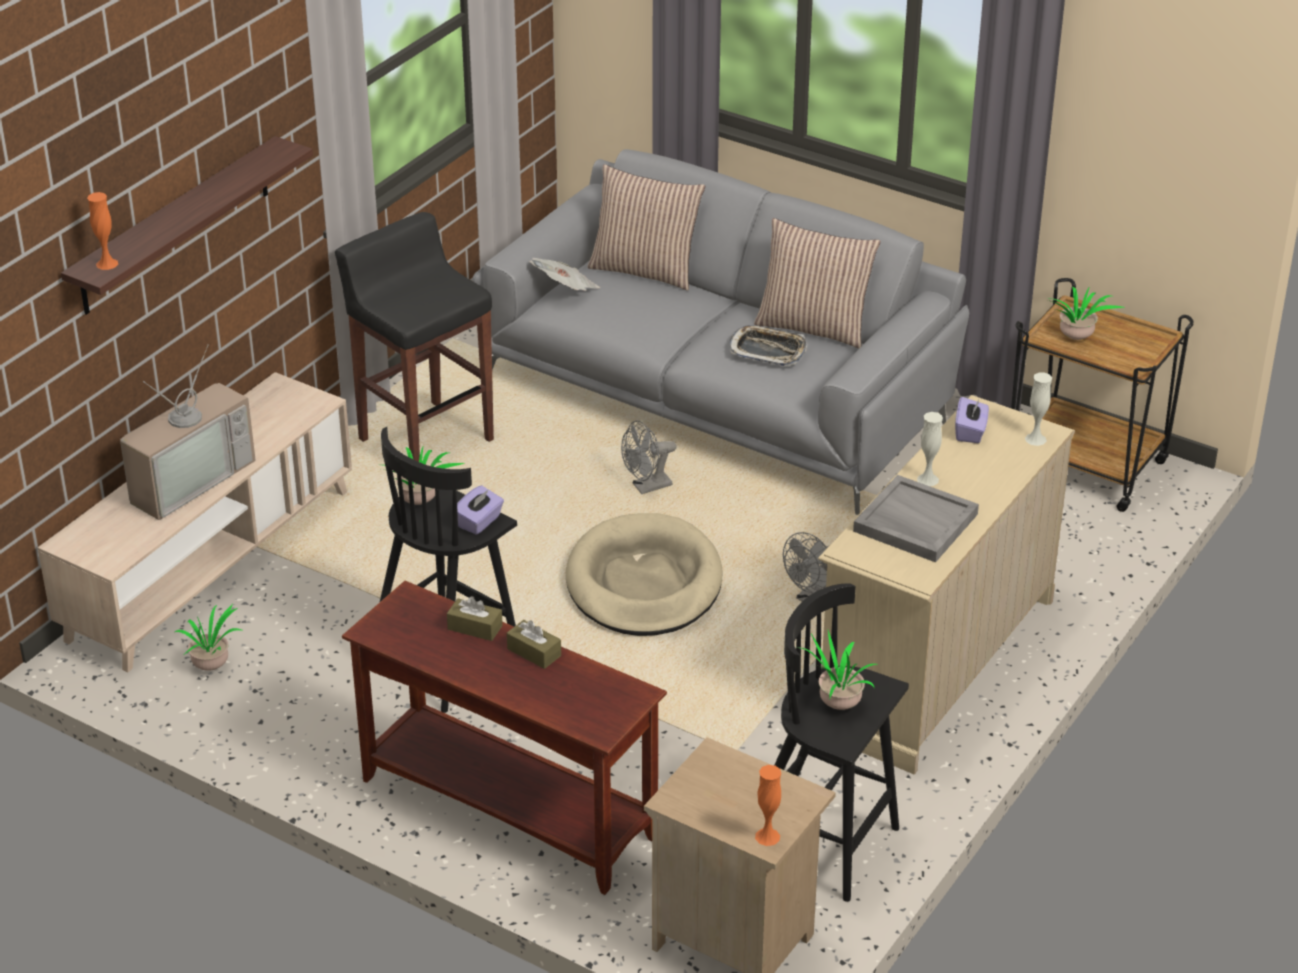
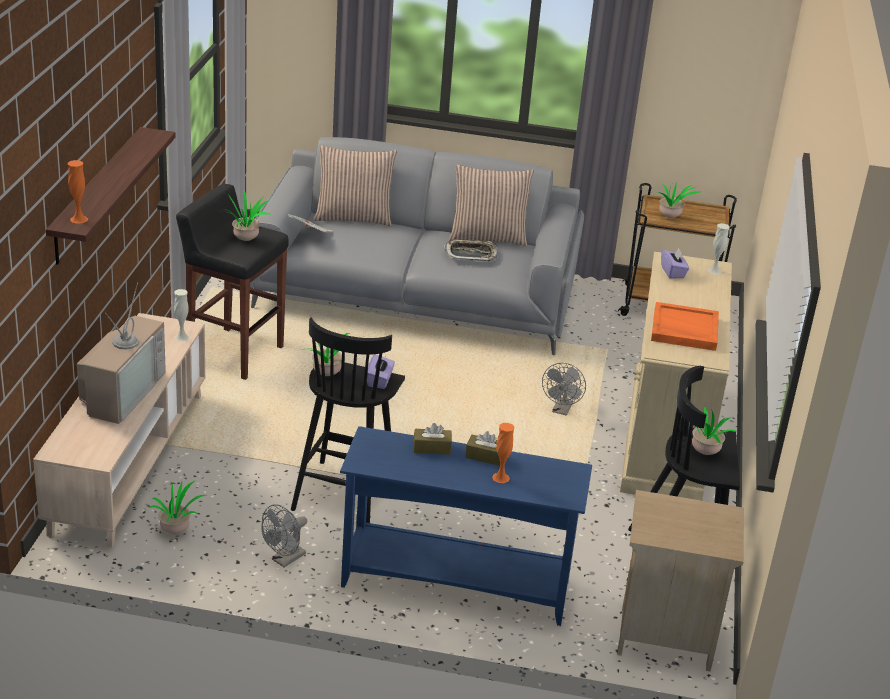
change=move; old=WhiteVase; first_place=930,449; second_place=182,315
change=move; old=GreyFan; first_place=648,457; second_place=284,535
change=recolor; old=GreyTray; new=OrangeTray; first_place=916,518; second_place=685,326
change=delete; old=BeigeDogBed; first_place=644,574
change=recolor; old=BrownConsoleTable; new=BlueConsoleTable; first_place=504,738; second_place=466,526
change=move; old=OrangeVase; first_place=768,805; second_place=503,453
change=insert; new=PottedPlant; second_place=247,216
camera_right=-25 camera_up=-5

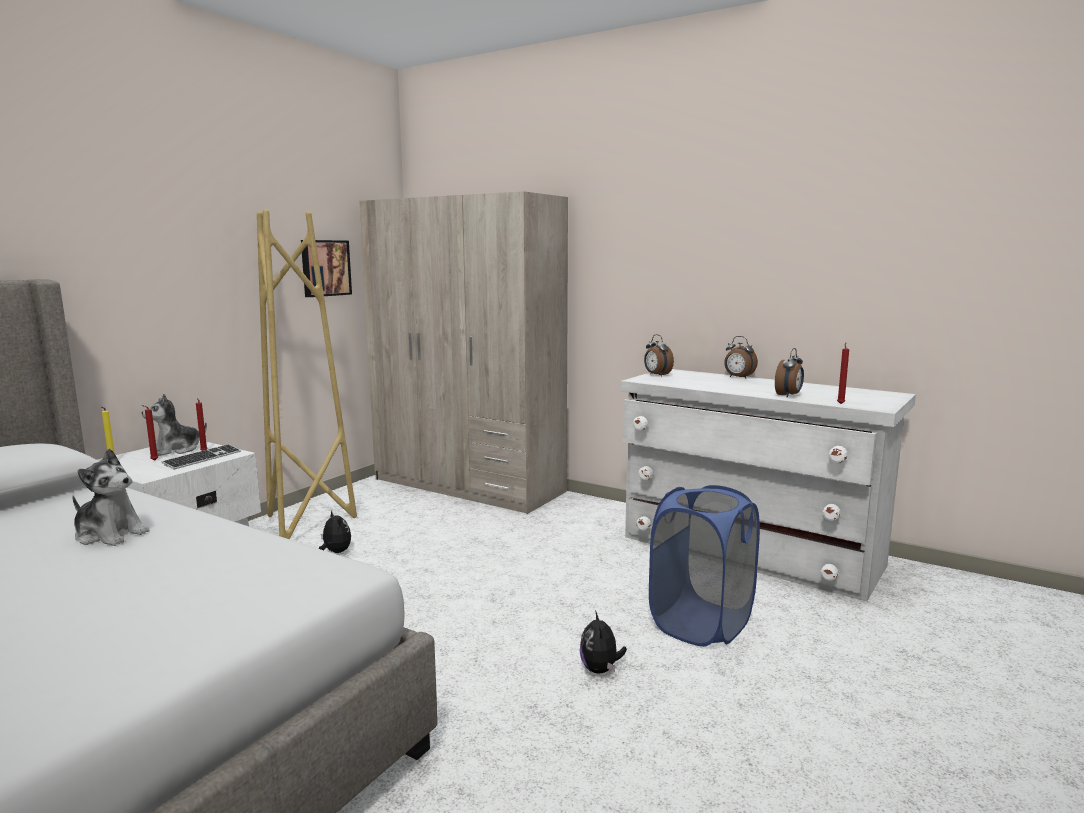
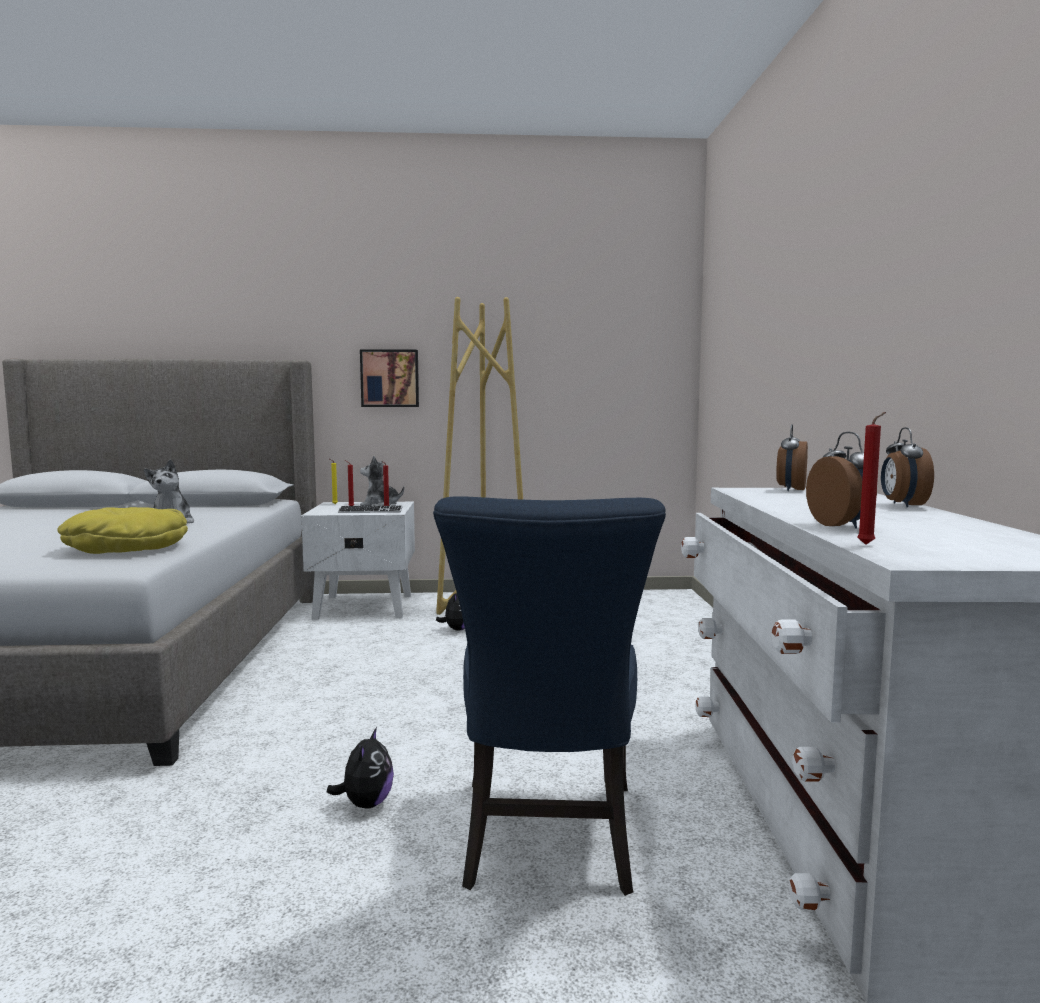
change=delete; old=BeigeWardrobe; first_place=463,352
change=move; old=Picture; first_place=326,268; second_place=389,378
change=rotate; old=AlarmClock; first_place=789,372; second_place=841,480; degrees=-105
change=replace; old=BlueLaundryBasket; new=BlueChair; first_place=704,566; second_place=549,696
change=rotate; old=PlushToy; first_place=603,642; second_place=360,768; degrees=135
change=insert; new=YellowPillow; second_place=122,530
camera_right=55 camera_up=-5

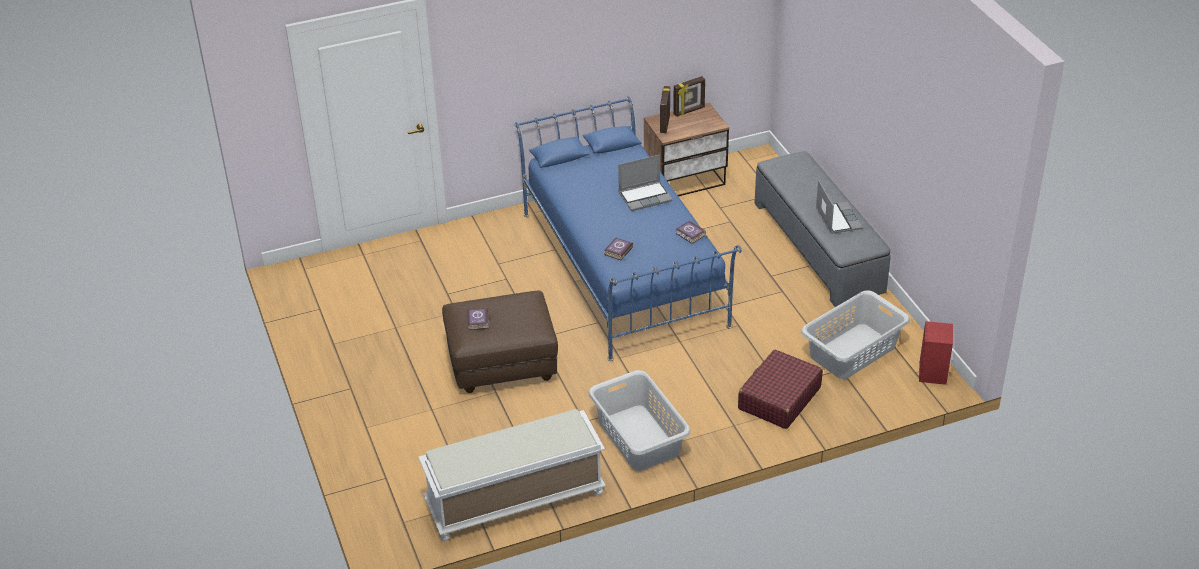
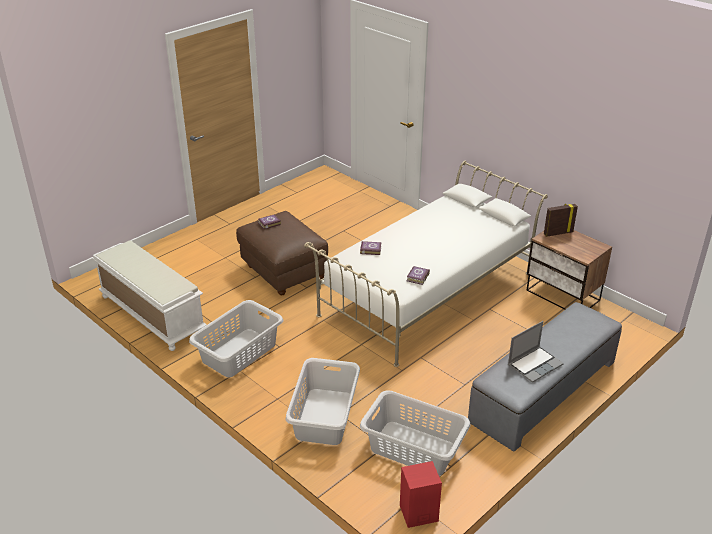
change=delete; old=PictureFrame; first_place=689,96
change=recolor; old=BlueBed; new=WhiteBed; first_place=628,228; second_place=426,264
change=delete; old=Laptop; first_place=645,182
change=replace; old=RedSuitcase; new=GreyLaundryBasket; first_place=780,389; second_place=323,401
camera_right=65 camera_up=-5

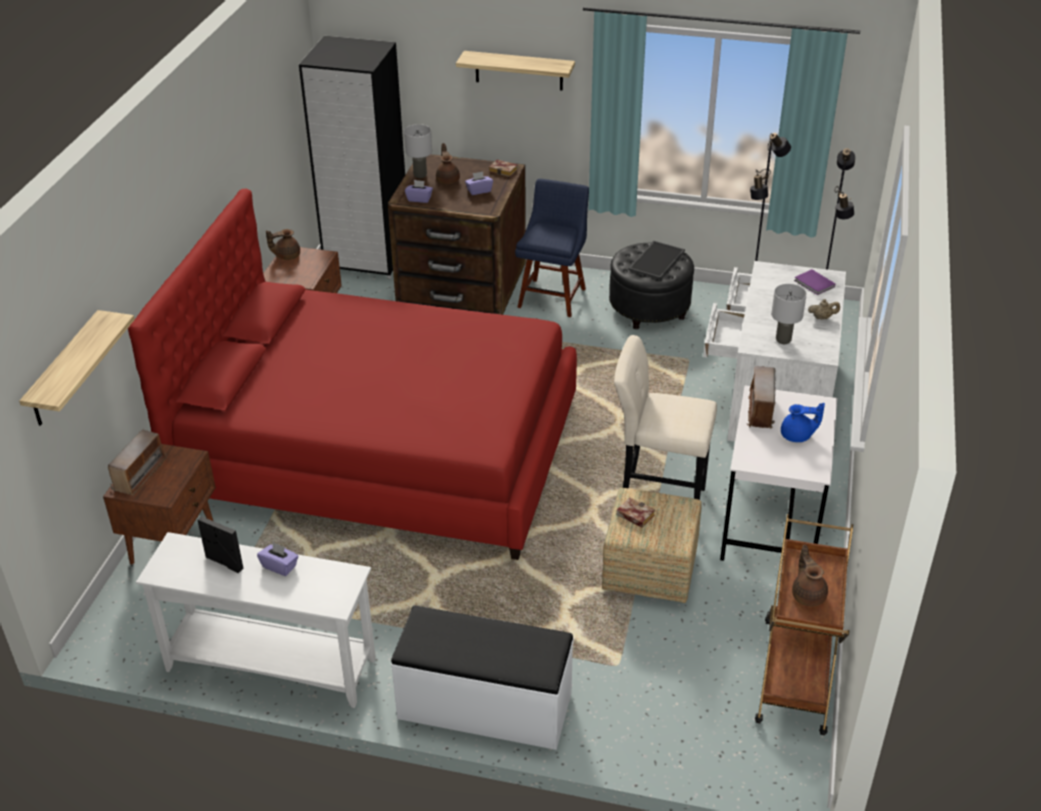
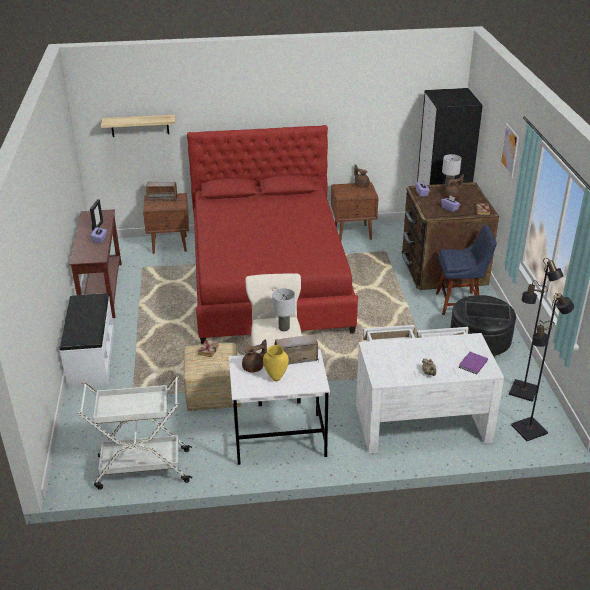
change=replace; old=Shelf; new=Picture; first_place=515,71; second_place=509,150
change=move; old=WhiteTableLamp; first_place=789,314; second_place=283,309
change=replace; old=BlueTeapot; new=YellowVase; first_place=803,422; second_place=276,363
change=recolor; old=BrownCart; new=WhiteCart; first_place=804,624; second_place=134,433
change=recolor; old=WhiteConsoleTable; new=BrownConsoleTable; first_place=256,620; second_place=95,263
change=move; old=BrownTeapot; first_place=810,575; second_place=254,356
camera_right=70 camera_up=-5

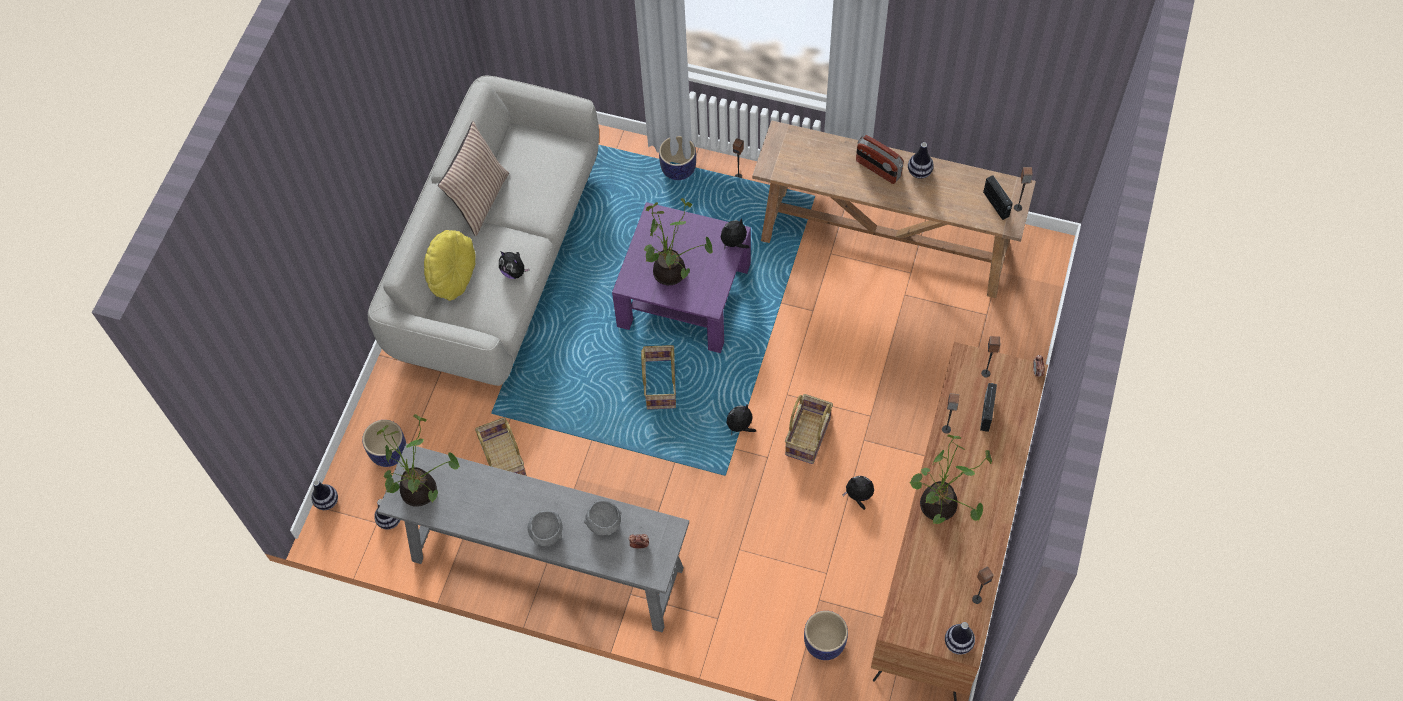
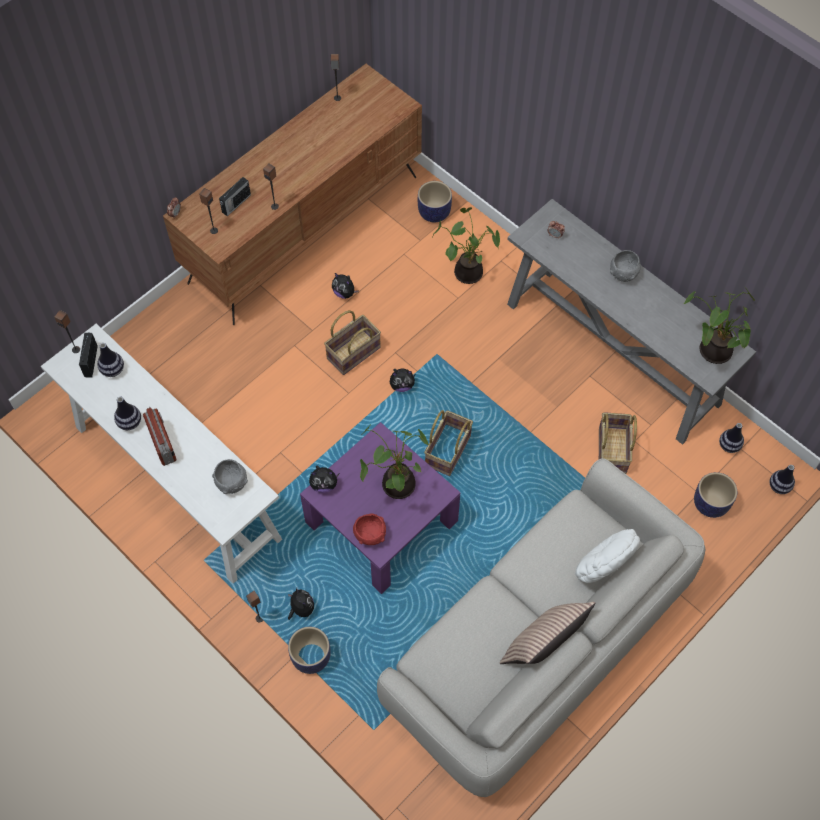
change=recolor; old=BrownConsoleTable; new=WhiteConsoleTable; first_place=894,209; second_place=161,454
change=recolor; old=YellowPillow; new=WhitePillow; first_place=450,265; second_place=607,556
change=move; old=PlushToy; first_place=514,265; second_place=301,604
change=move; old=PottedPlant; first_place=951,479; second_place=466,245
change=move; old=GreyBowl; first_place=602,518; second_place=230,476
change=move; old=Vase; first_place=960,638; second_place=110,360
change=insert; new=RedBowl; second_place=369,529
camera_right=-155 camera_up=0

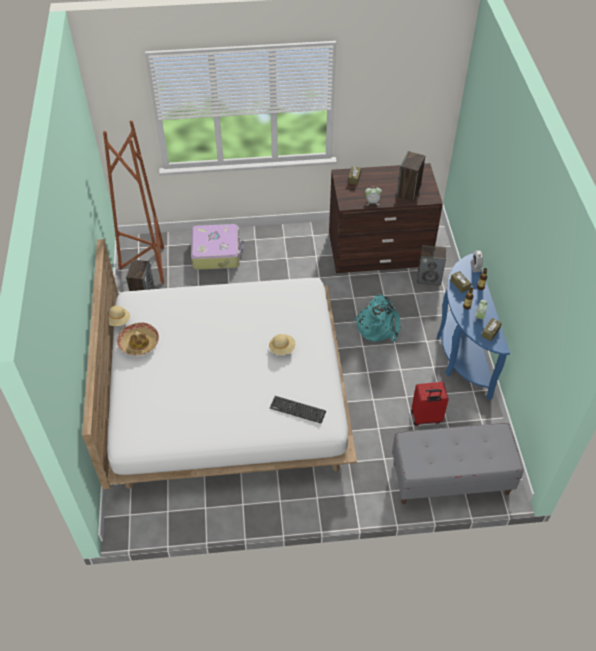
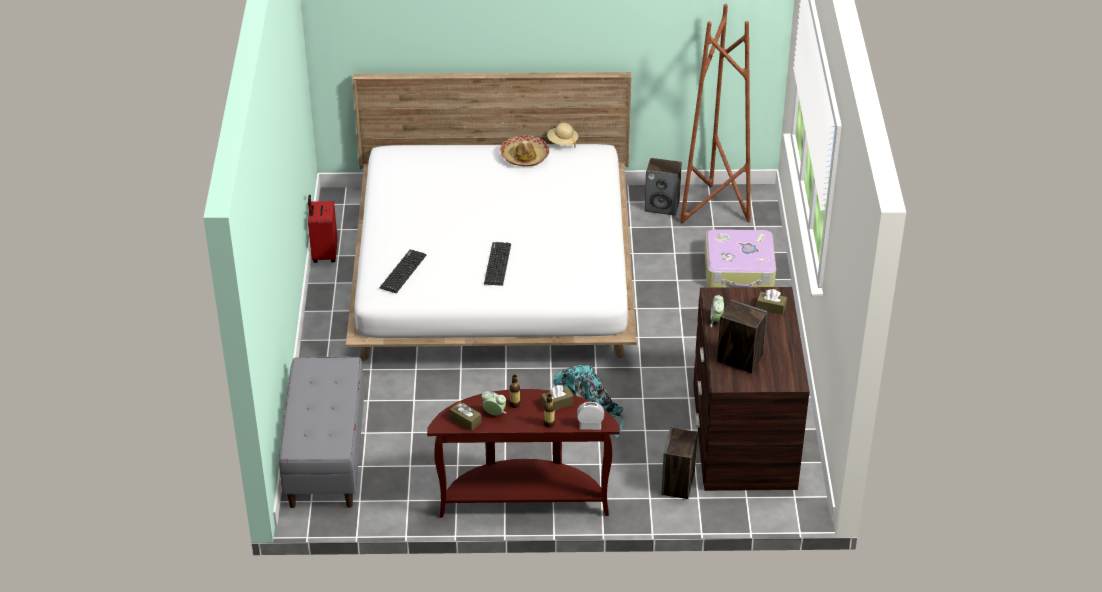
change=recolor; old=BlueConsoleTable; new=BrownConsoleTable; first_place=473,327; second_place=523,453
change=replace; old=BeigeHat; new=Keyboard; first_place=282,344; second_place=497,264
change=move; old=RedSuitcase; first_place=430,404; second_place=322,229
camera_right=95 camera_up=-10

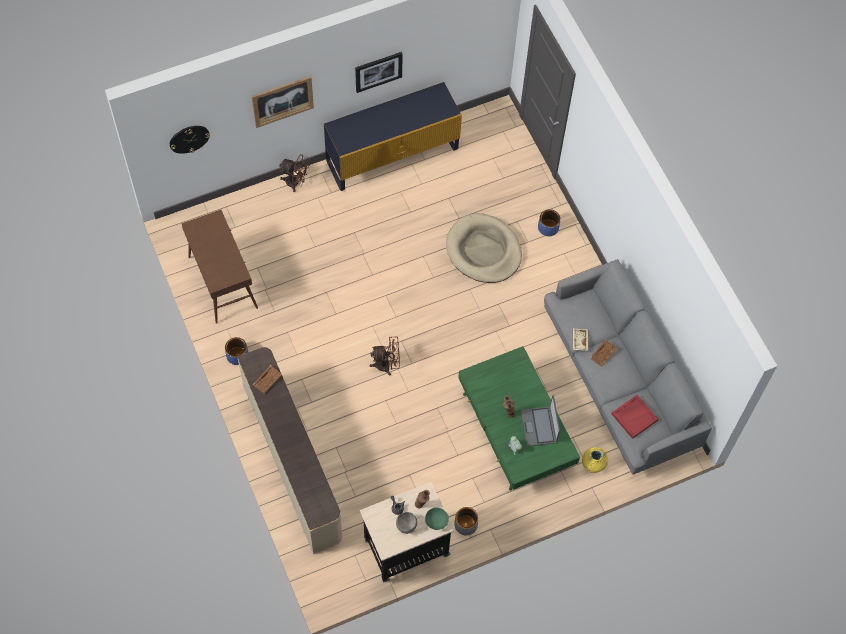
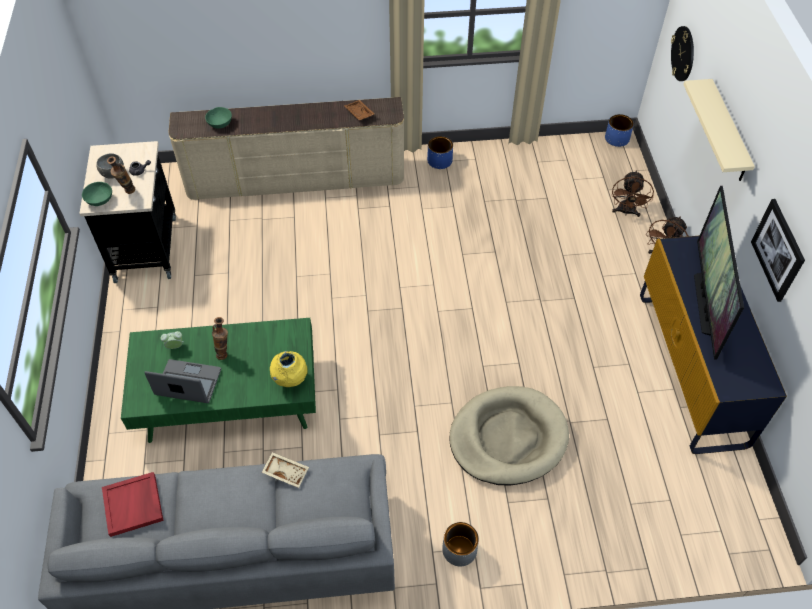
change=replace; old=Picture; new=BeigeShelf; first_place=282,102; second_place=719,130
change=move; old=BluePlanter; first_place=549,222; second_place=619,130
change=delete; old=BrownConsoleTable; first_place=219,267
change=move; old=BrownFan; first_place=385,356; second_place=633,193
change=delete; old=BrownTray; first_place=603,353
change=move; old=YellowVase; first_place=595,460; second_place=289,369
change=move; old=GreyPlanter; first_place=466,521; second_place=460,544
change=insert; new=GreenBowl; second_place=218,118
change=insert; new=Television; second_place=719,273
camera_right=110 camera_up=-10

